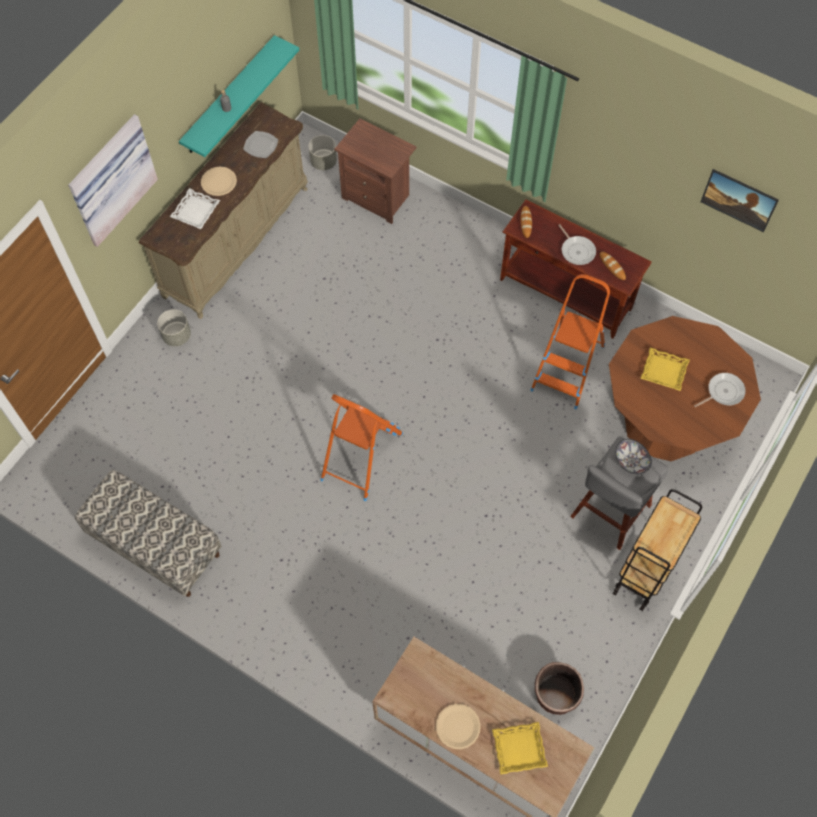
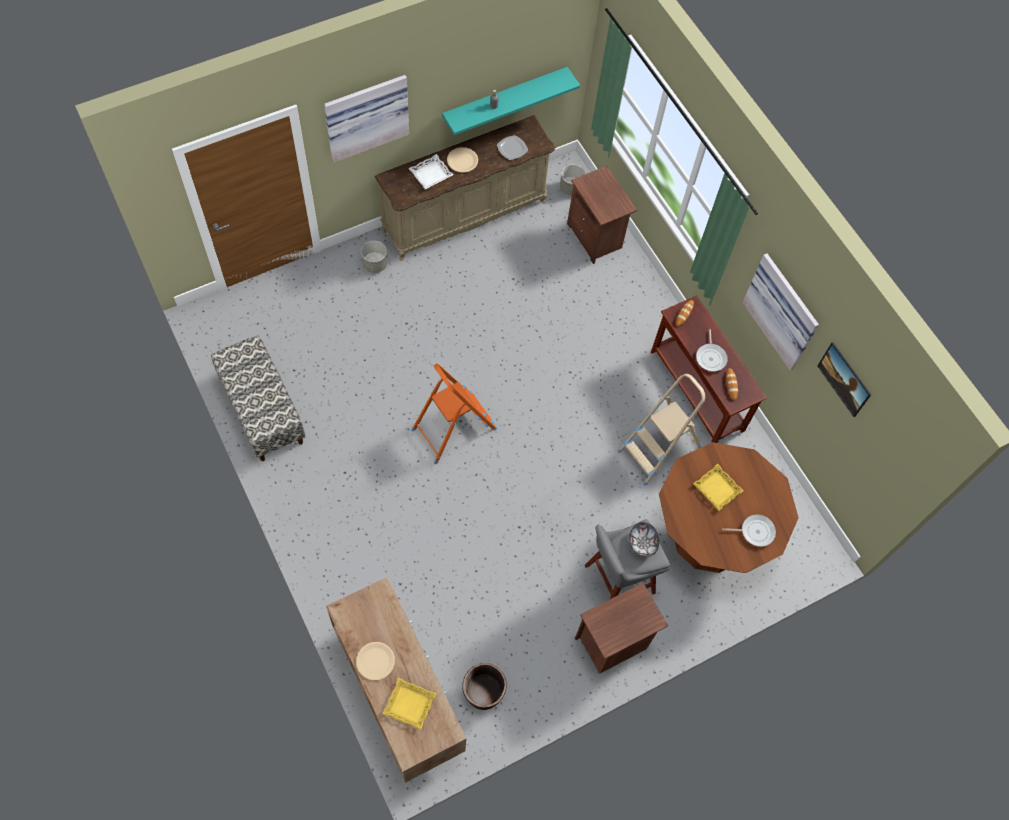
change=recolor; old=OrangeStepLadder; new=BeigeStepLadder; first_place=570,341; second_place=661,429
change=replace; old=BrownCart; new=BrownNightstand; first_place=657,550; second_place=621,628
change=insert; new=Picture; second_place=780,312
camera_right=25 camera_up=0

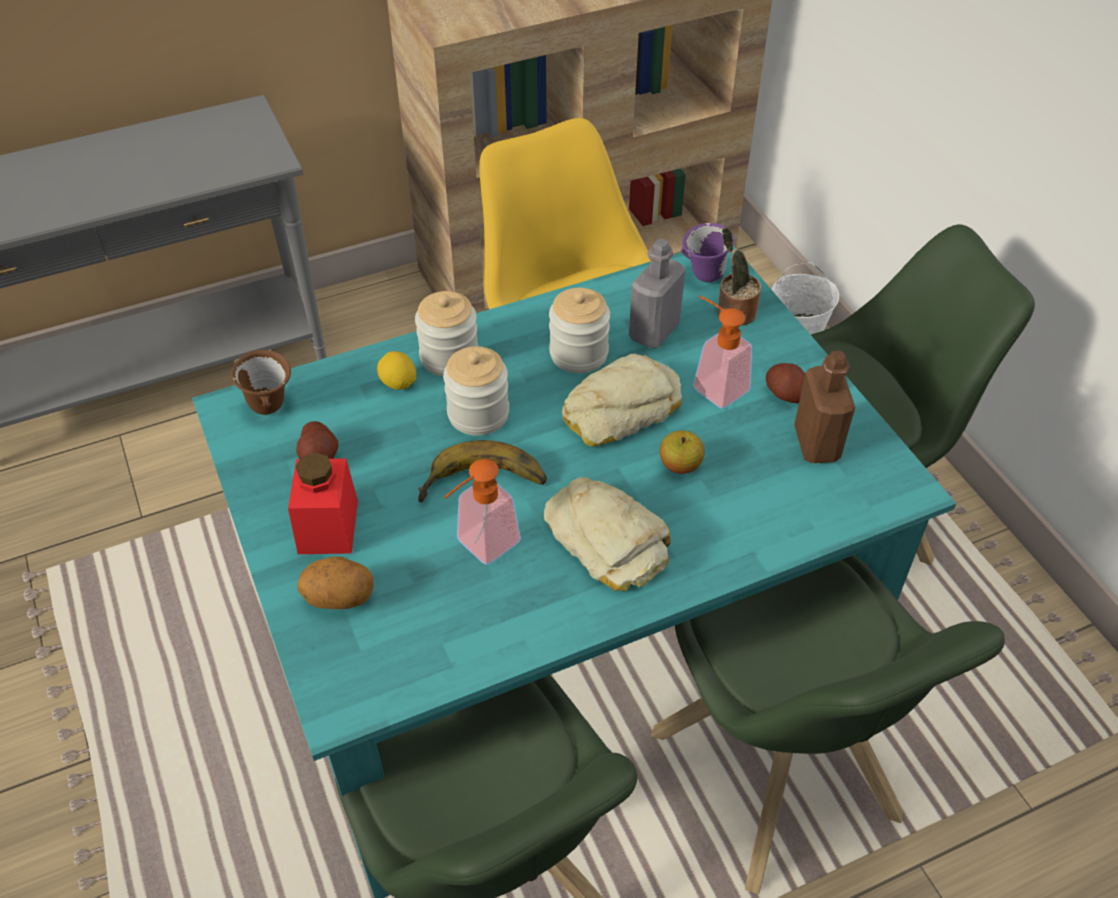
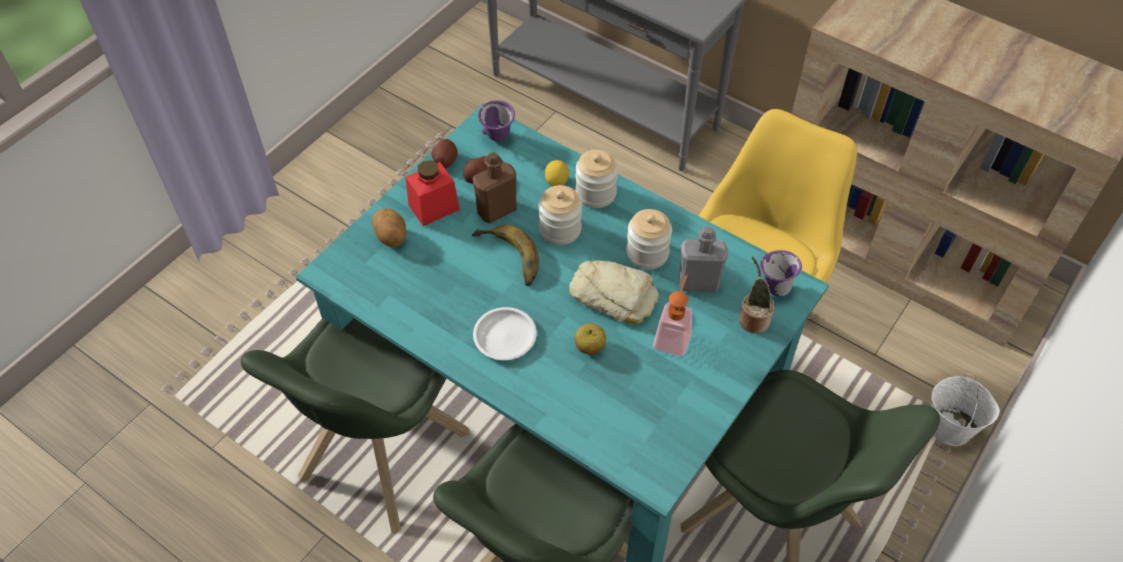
change=recolor; old=BrownMug; new=PurpleMug; first_place=261,382; second_place=496,121
change=move; old=BrownBottle; first_place=824,407; second_place=495,187
change=move; old=Potato; first_place=785,383; second_place=444,153
change=delete; old=SoapDispenser; first_place=482,512
change=replace; old=Bread; new=WhitePlate; first_place=607,534; second_place=505,333
camera_right=60 camera_up=5

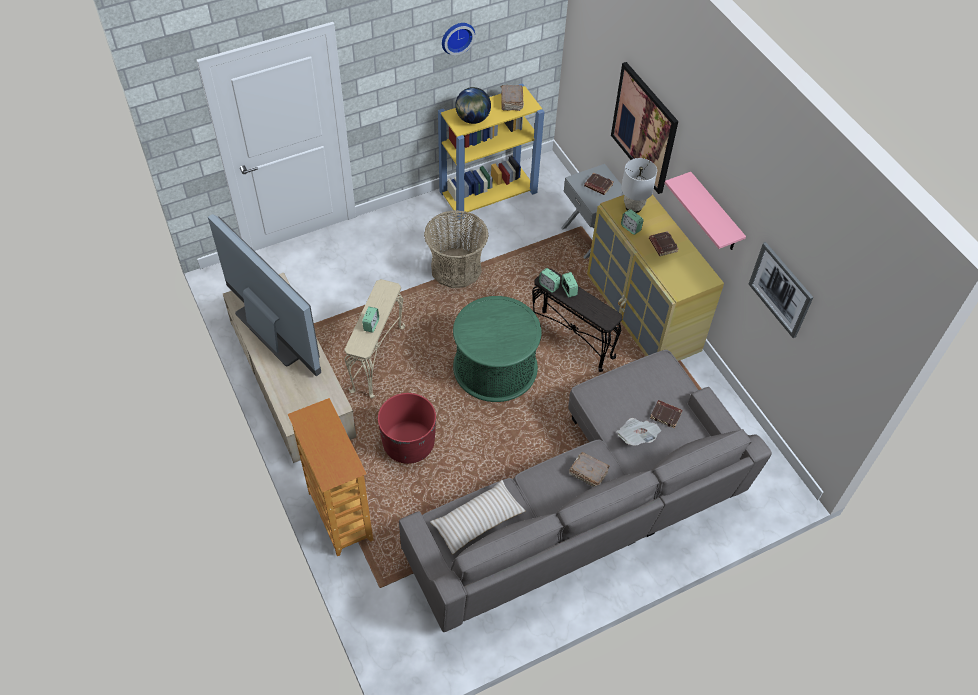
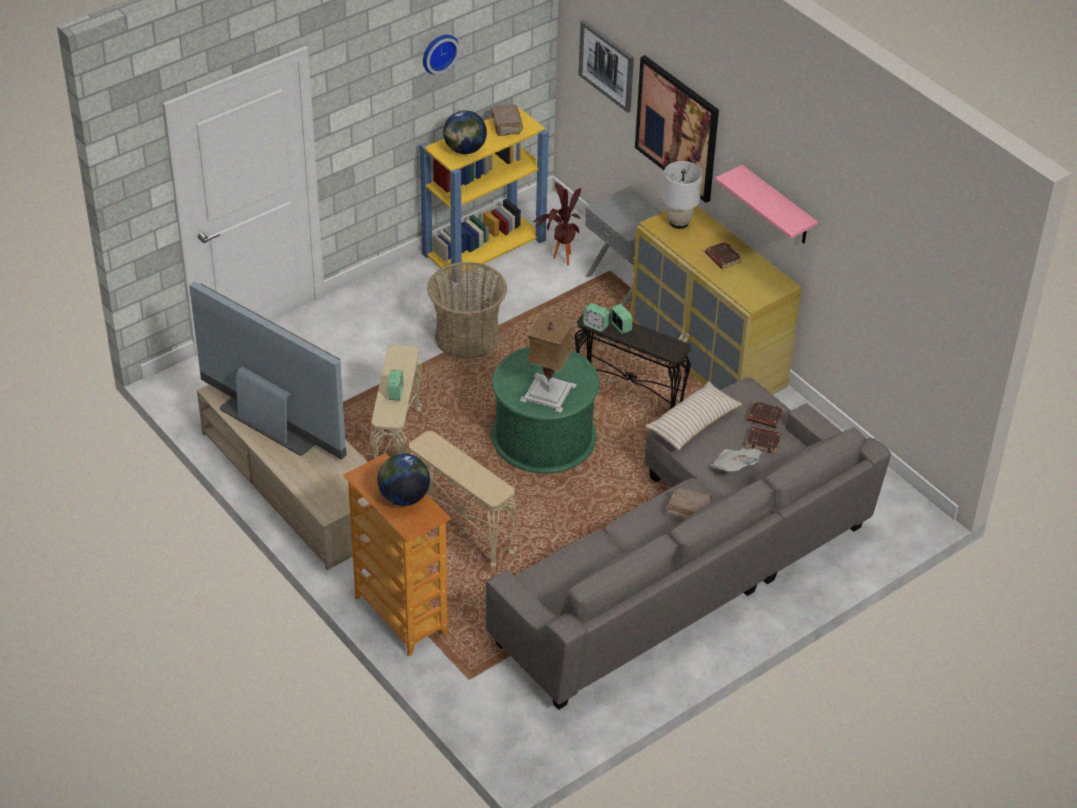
change=move; old=BrownBook; first_place=599,184; second_place=765,414
change=delete; old=AlarmClock; first_place=632,222
change=move; old=Picture; first_place=781,290; second_place=606,66
change=replace; old=RedPlanter; new=BeigeSideTable; first_place=407,428; second_place=462,500
change=move; old=BeigePillow; first_place=478,517; second_place=693,415
change=insert; new=PottedPlant; second_place=557,224
change=insert; new=TableLamp; second_place=548,362
change=insert; new=Globe; second_place=403,479
camera_right=-10 camera_up=-10

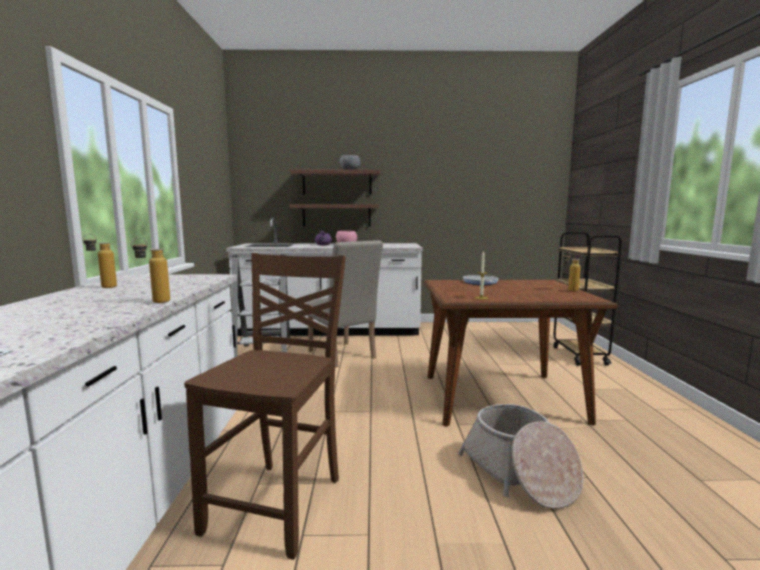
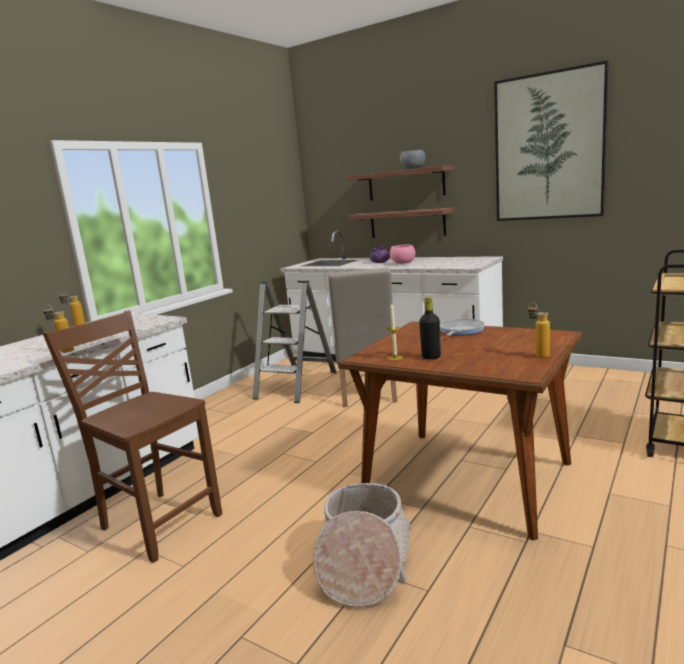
change=rotate; old=BrownChair; first_place=265,406; second_place=132,436; degrees=-105
change=insert; new=Picture; second_place=551,140
change=insert; new=BlackBottle; second_place=430,328
camera_right=35 camera_up=5

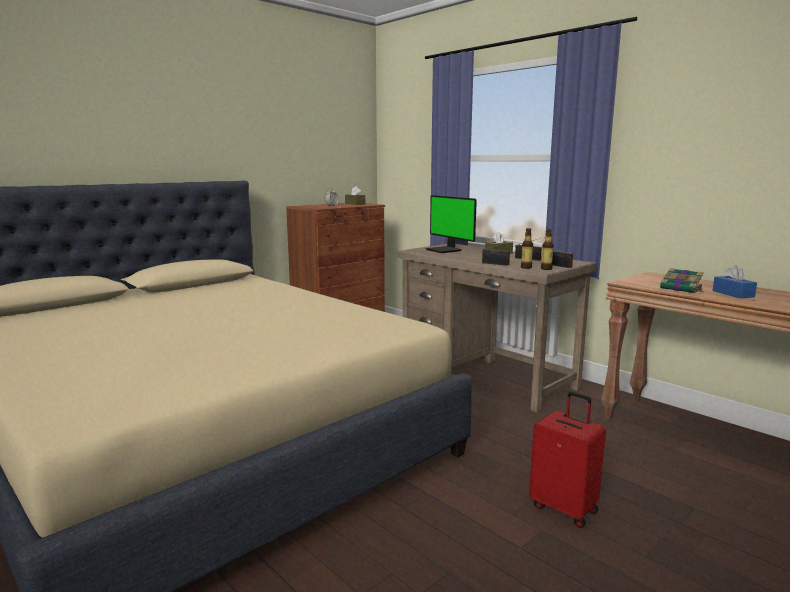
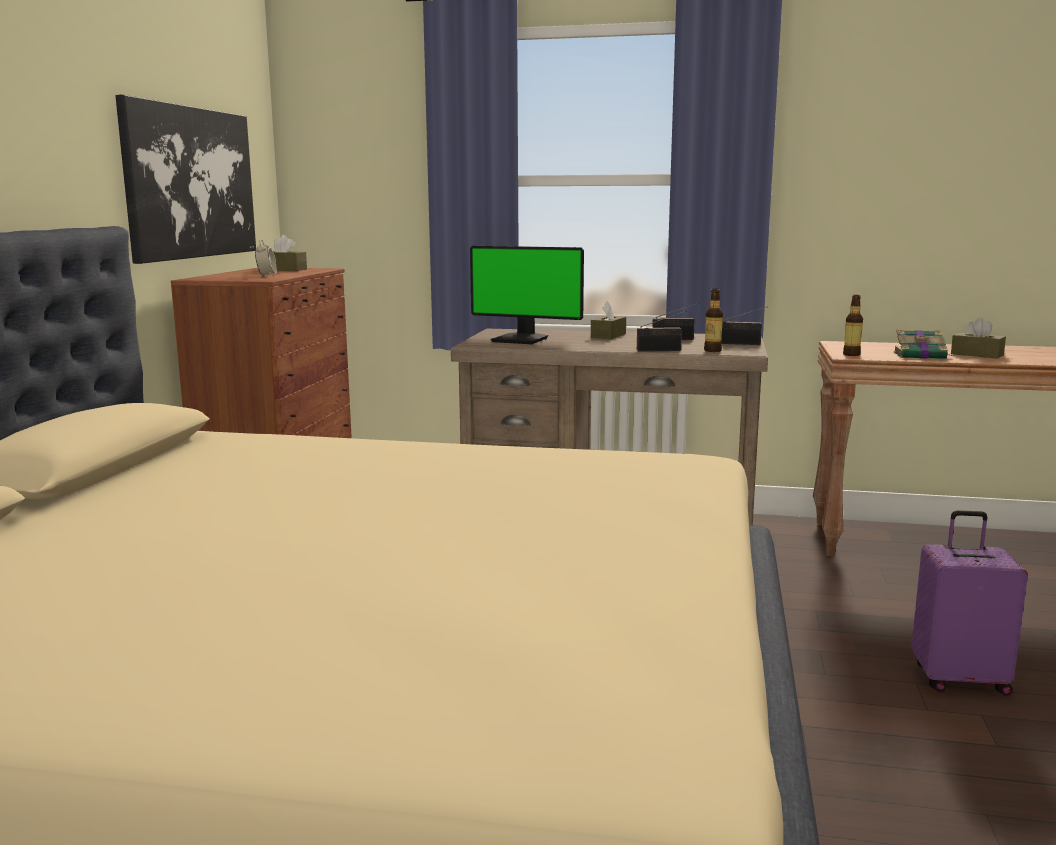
change=move; old=Bottle; first_place=547,249; second_place=853,325
change=recolor; old=BlueTissueBox; new=BrownTissueBox; first_place=735,281; second_place=978,338
change=recolor; old=RedSuitcase; new=PurpleSuitcase; first_place=567,460; second_place=969,602
change=insert; new=Picture; second_place=186,179
camera_right=-35 camera_up=0

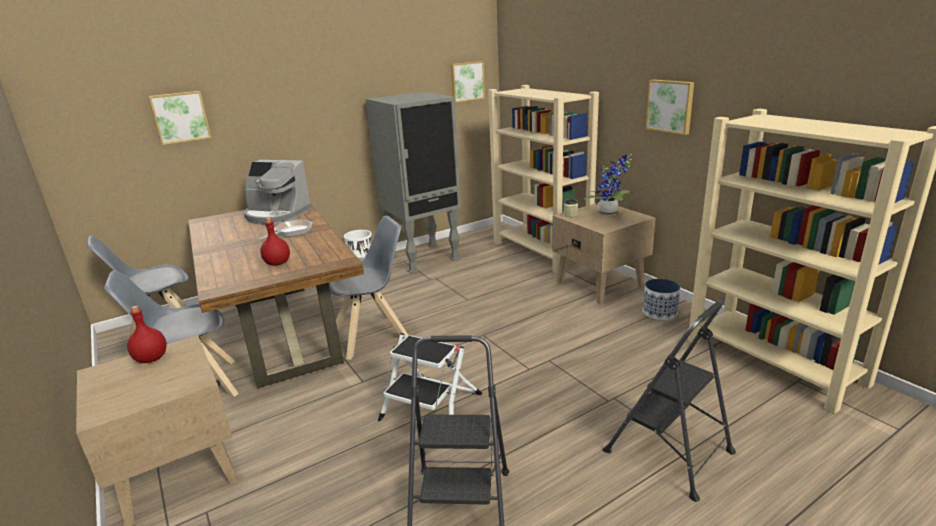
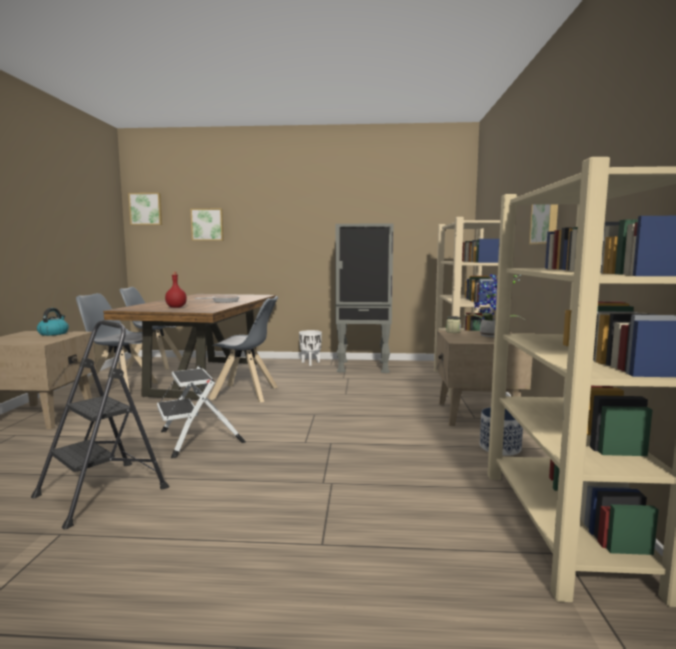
change=move; old=Picture; first_place=468,82; second_place=145,209
change=delete; old=CoffeeMachine; first_place=278,192
change=delete; old=BlackStepLadder; first_place=669,401
change=replace; old=RedBottle; new=Kettle; first_place=147,334; second_place=53,322
camera_right=35 camera_up=-15

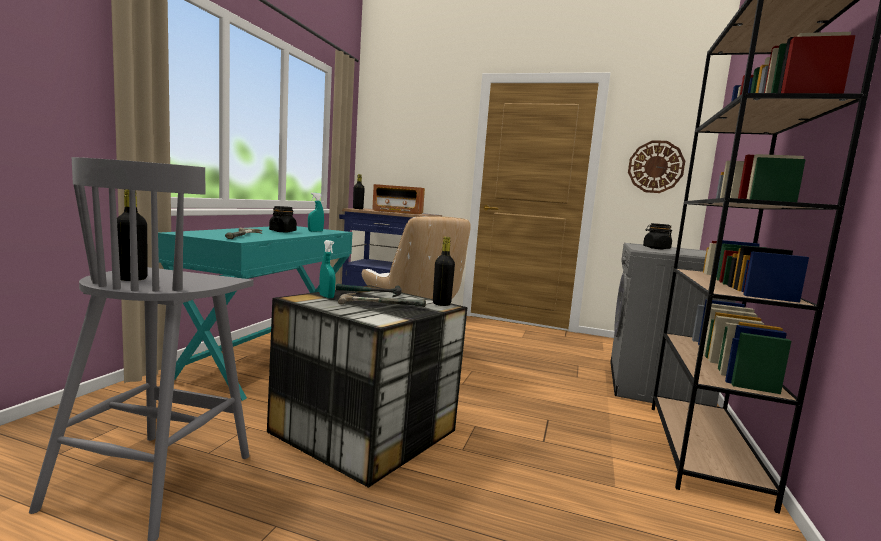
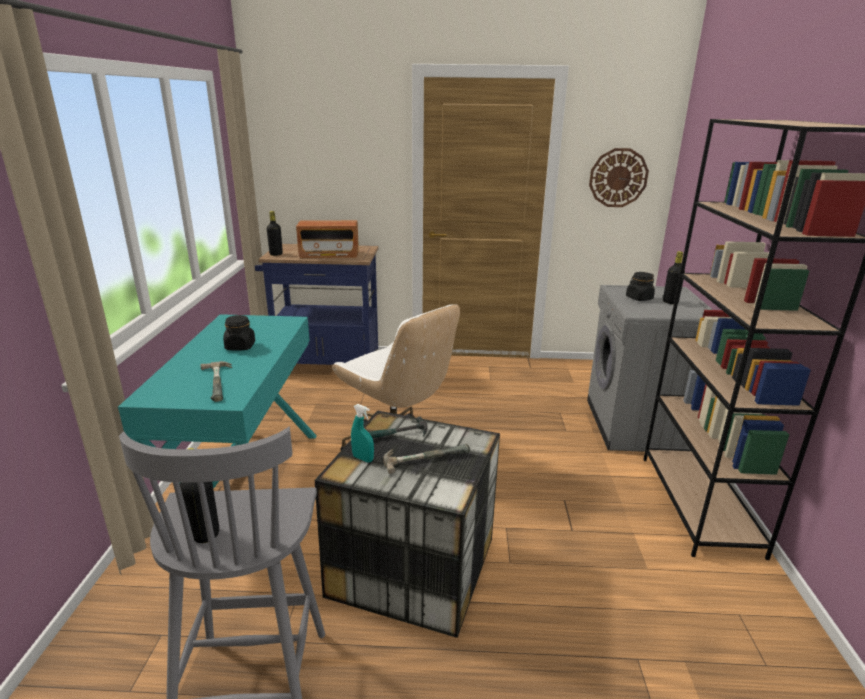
change=delete; old=TurquoiseSprayBottle; first_place=316,212
change=move; old=BlackBottle; first_place=444,271; second_place=674,277
camera_right=-15 camera_up=15

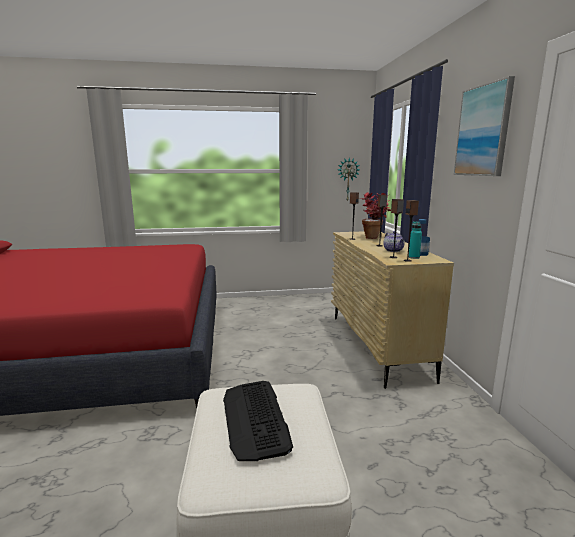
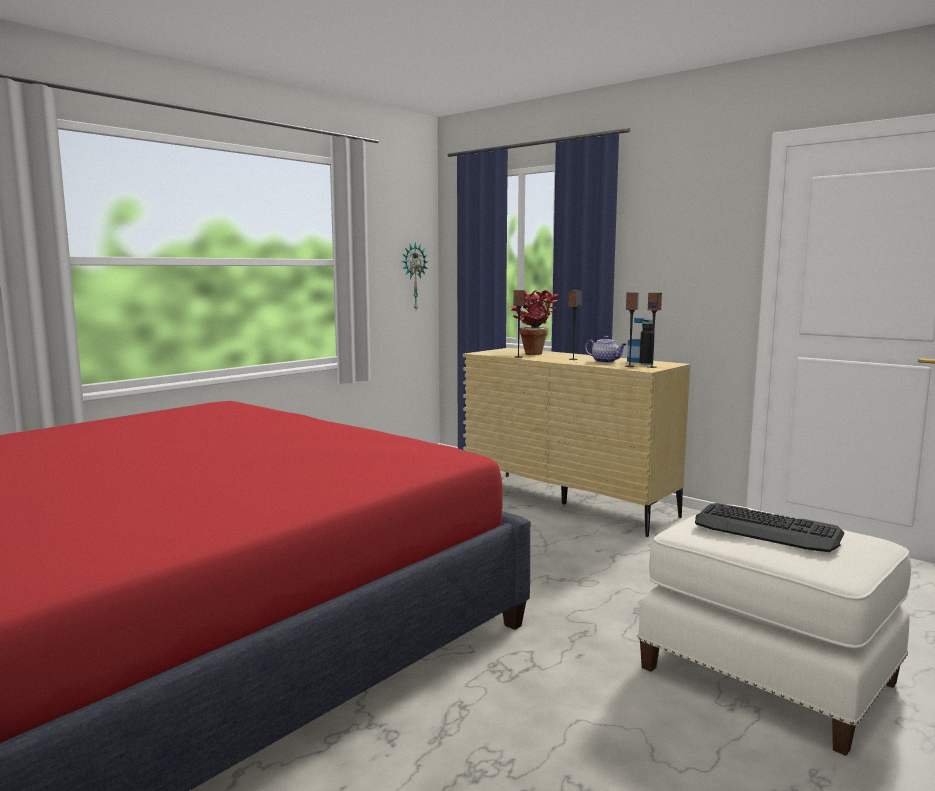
change=delete; old=Picture; first_place=484,126
change=recolor; old=TurquoiseBottle; new=BlackBottle; first_place=415,240; second_place=647,342
camera_right=-40 camera_up=-5

